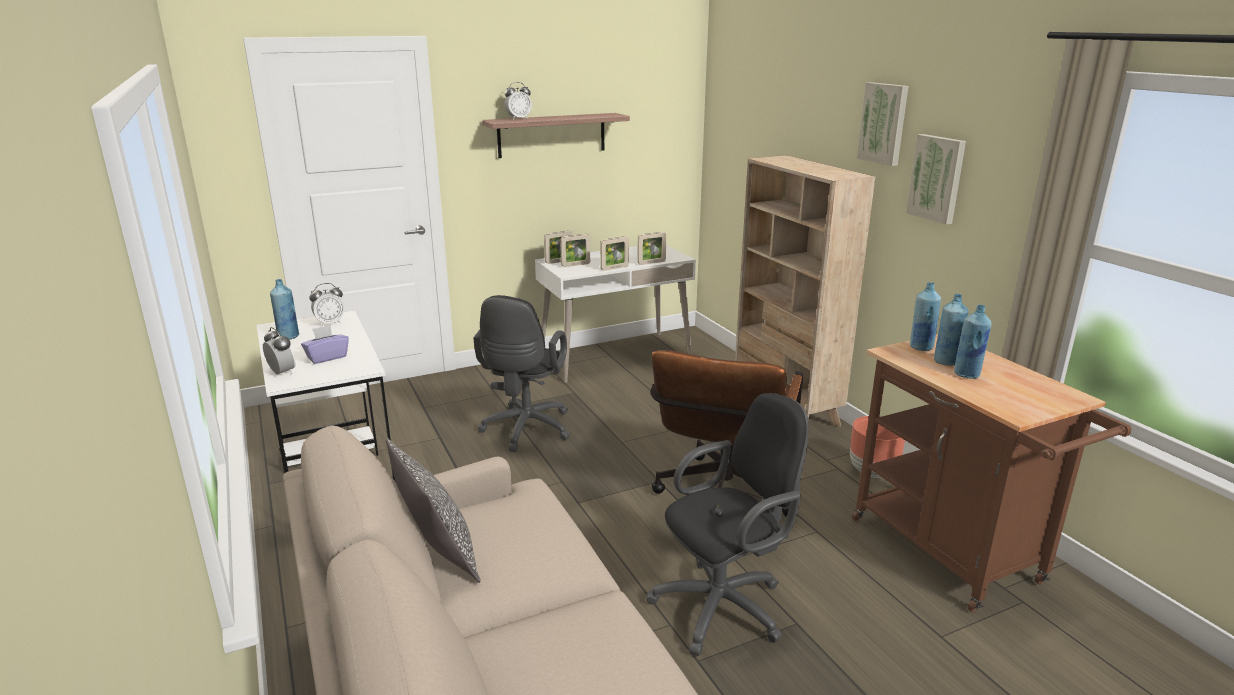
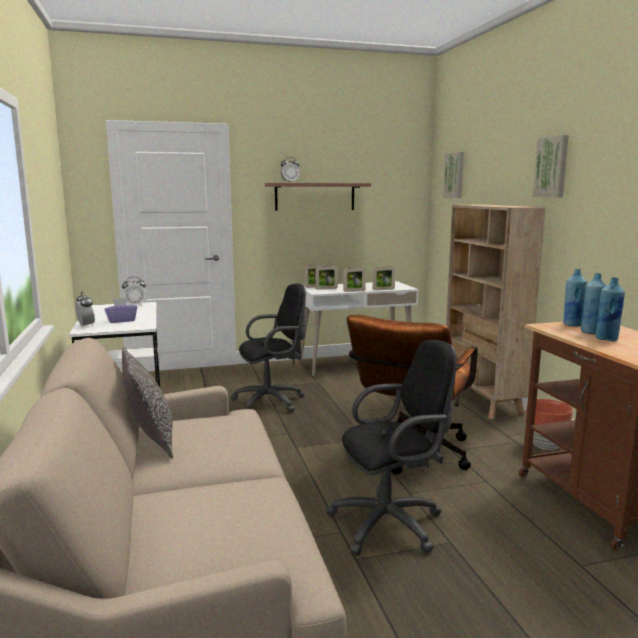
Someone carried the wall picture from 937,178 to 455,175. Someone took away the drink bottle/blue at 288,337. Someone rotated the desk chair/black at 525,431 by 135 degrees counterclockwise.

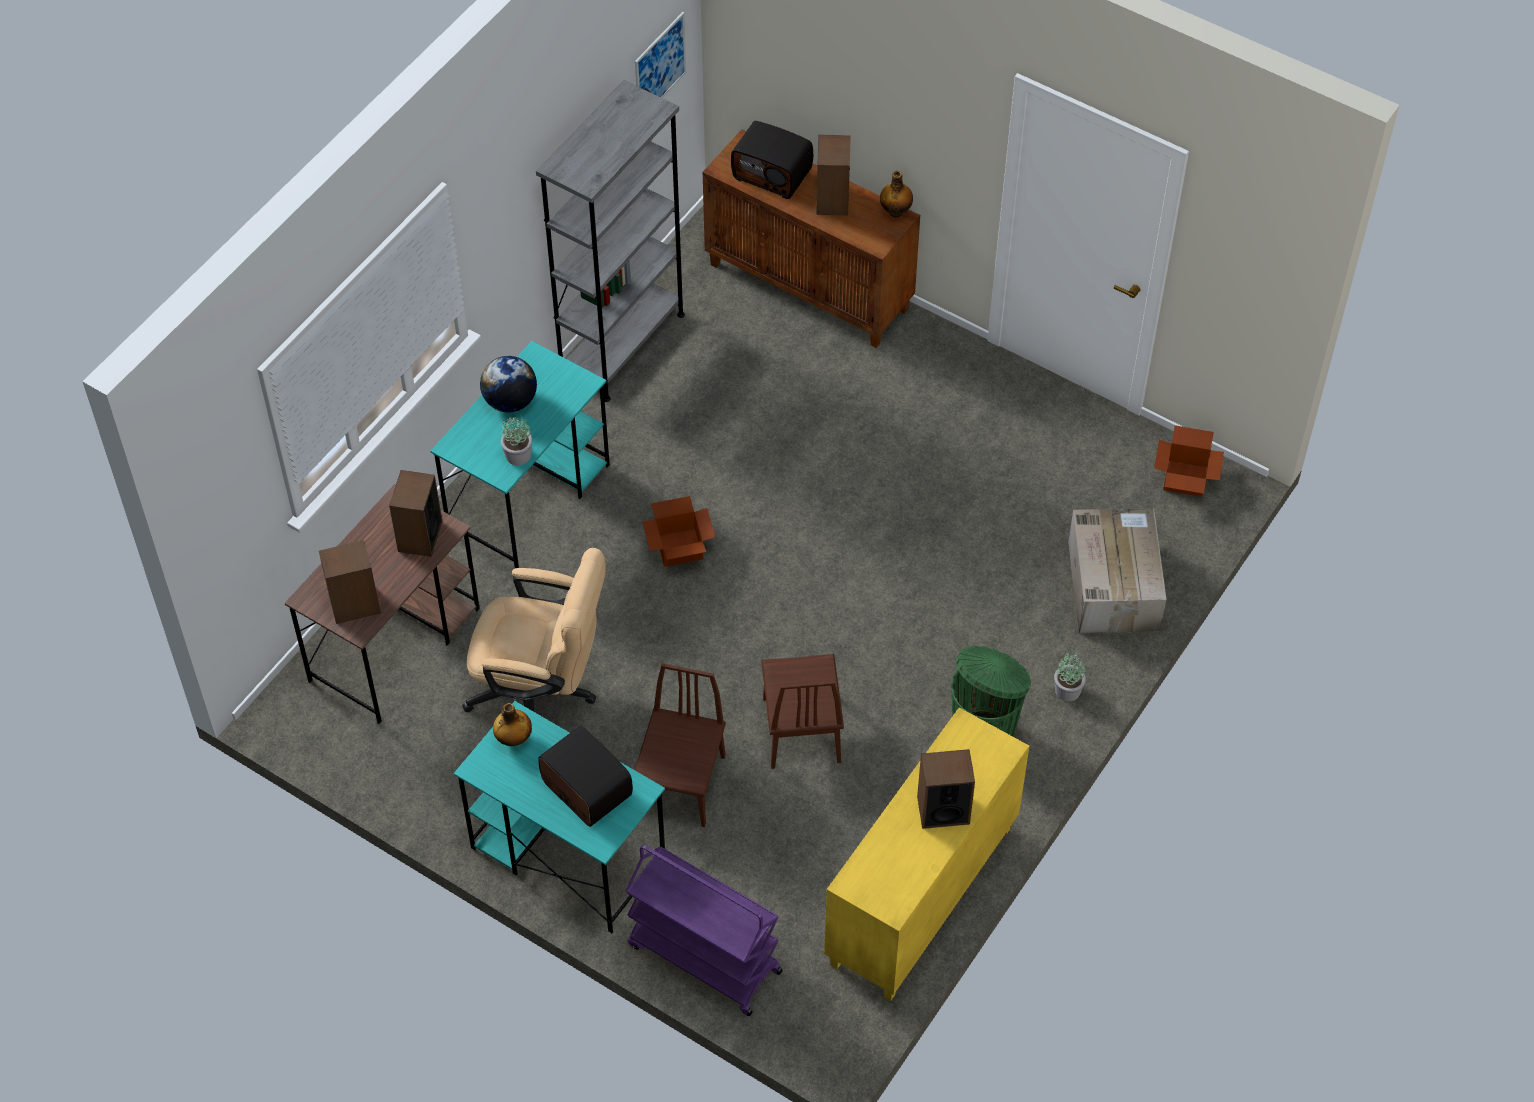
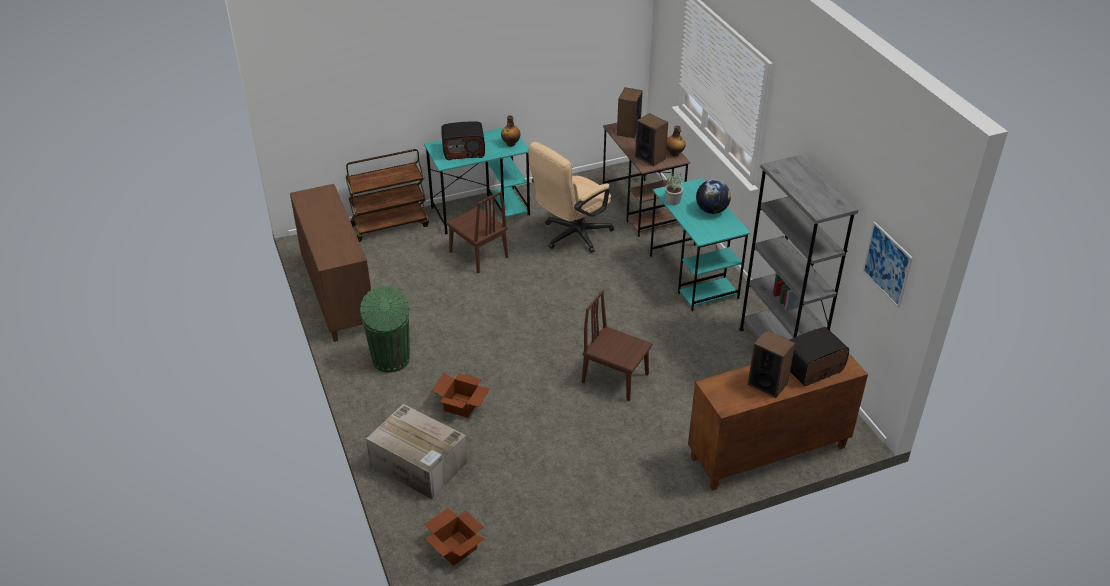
Someone carried the drink bottle from 896,211 to 674,154. Someone carried the cardboard box from 680,546 to 462,406. Someone took away the potted plant at 1067,690. Someone carried the plain chair/brown from 801,729 to 615,378. Someone repainted the cabinet/yellow-coloured at 922,898, which became the cabinet/brown at 337,297. Someone took away the speaker at 943,810. Someone repainted the trolley/purple at 703,958, which became the trolley/brown at 390,225.

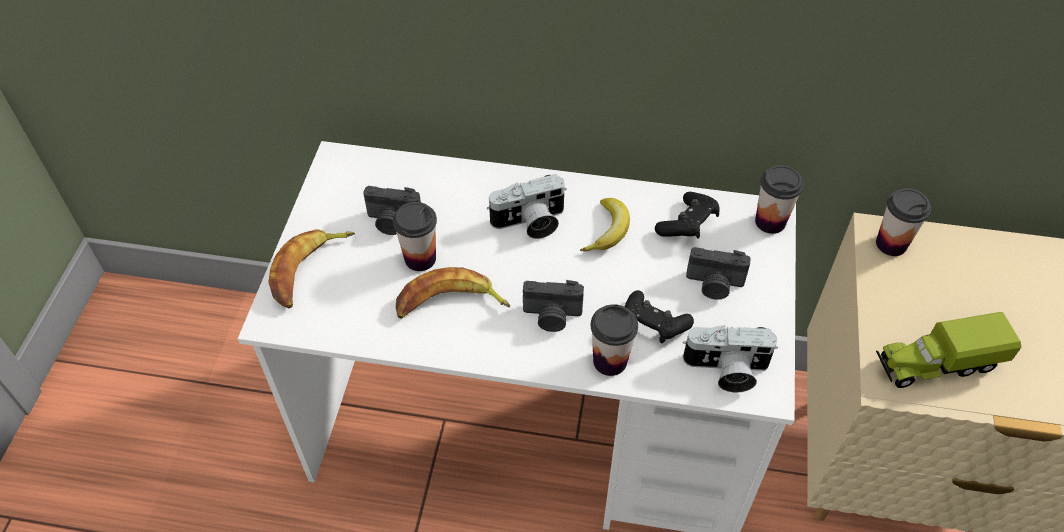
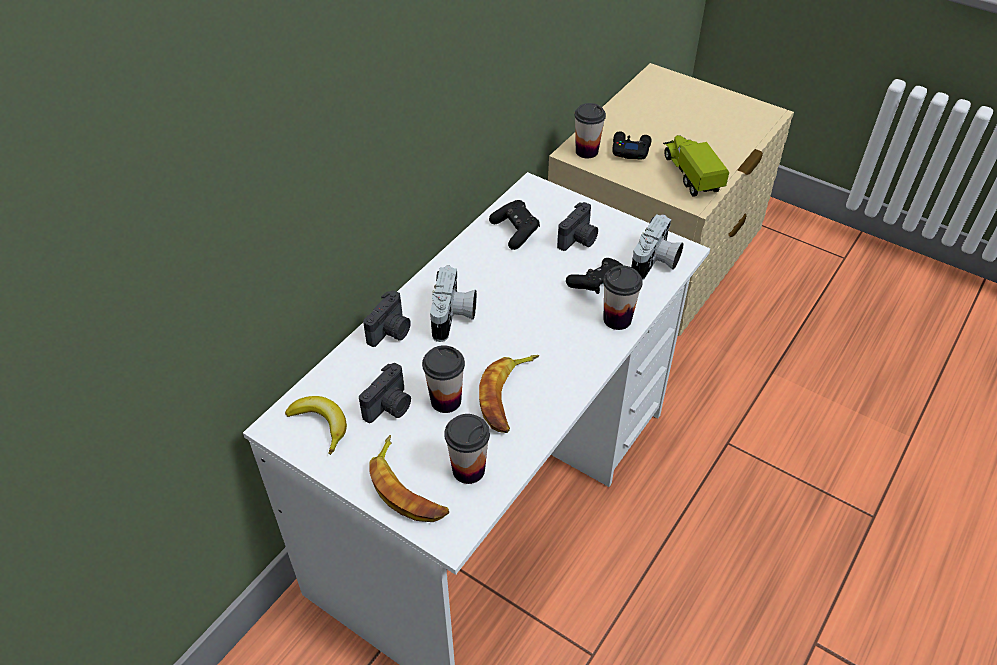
Someone carried the cup from 770,222 to 468,470. Someone carried the whole banana from 608,230 to 321,424. Someone carried the still camera from 552,316 to 391,332. Someone rotated the toy lorry at 936,364 by 150 degrees clockwise. Someone put down the joypad/black at 630,150.

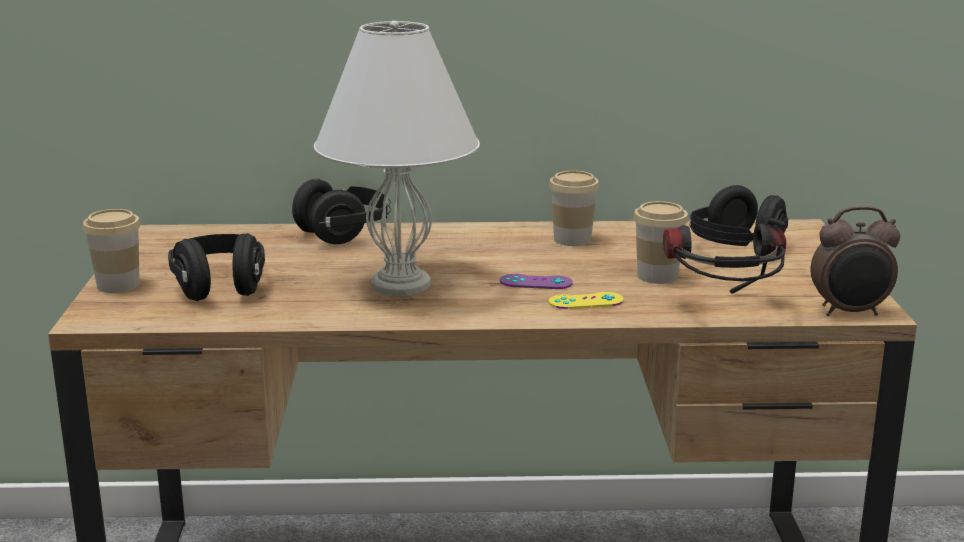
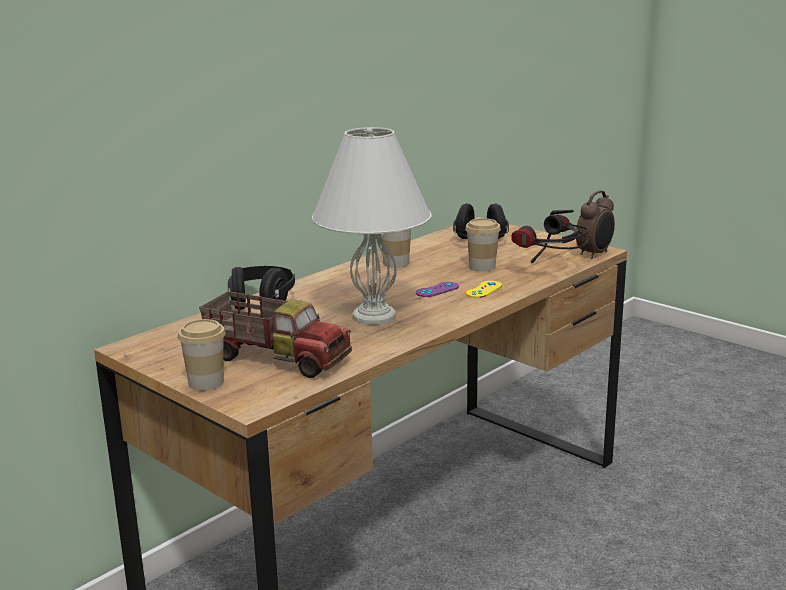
Someone swapped the headset/black at 219,288 for the toy lorry at 277,358.

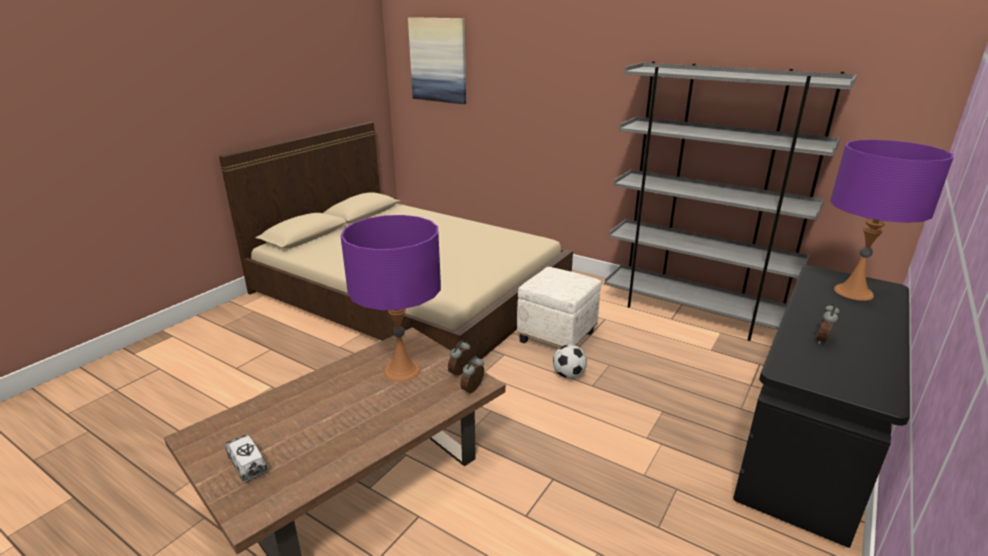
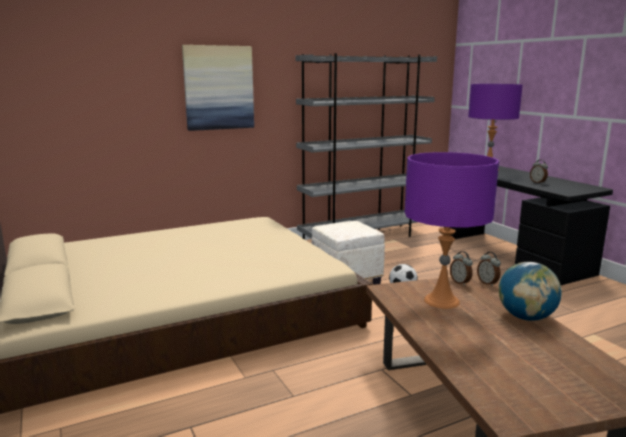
Someone carried the wall picture from 438,60 to 219,88. Someone took away the toy lorry at 247,463. Someone put down the world globe at 526,317.

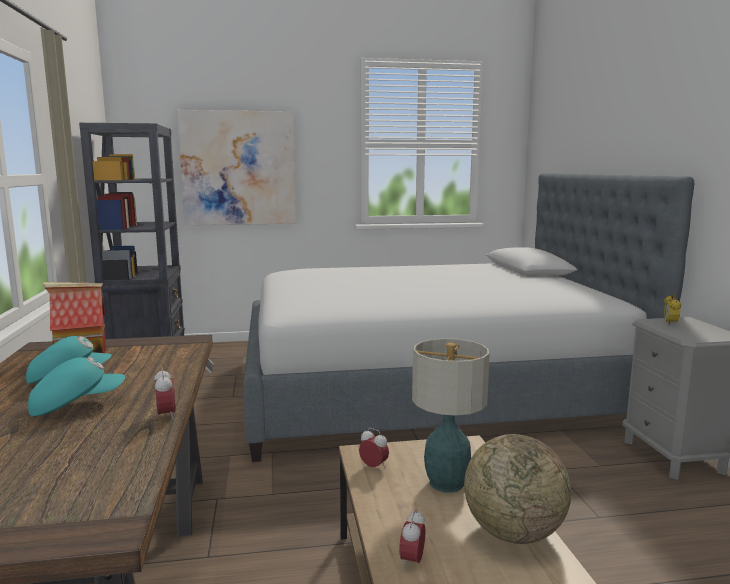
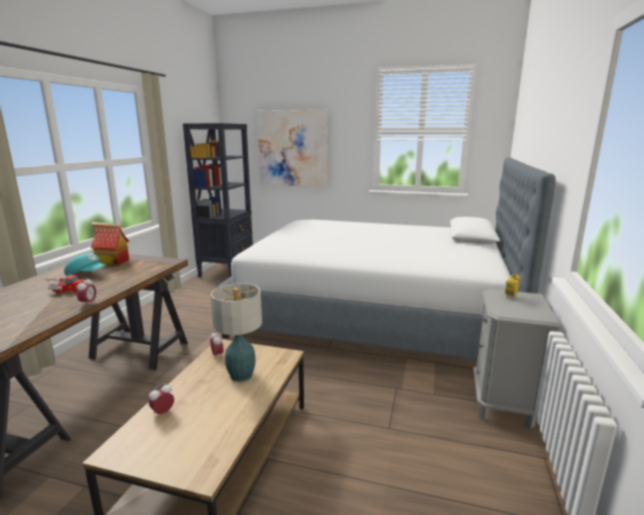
Someone swapped the peaked cap/turquoise at 76,405 for the toy lorry at 66,290. Someone took away the world globe at 513,533.

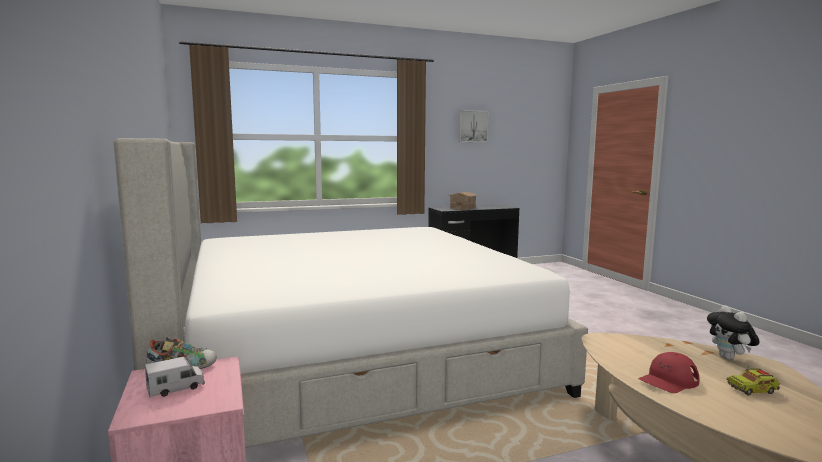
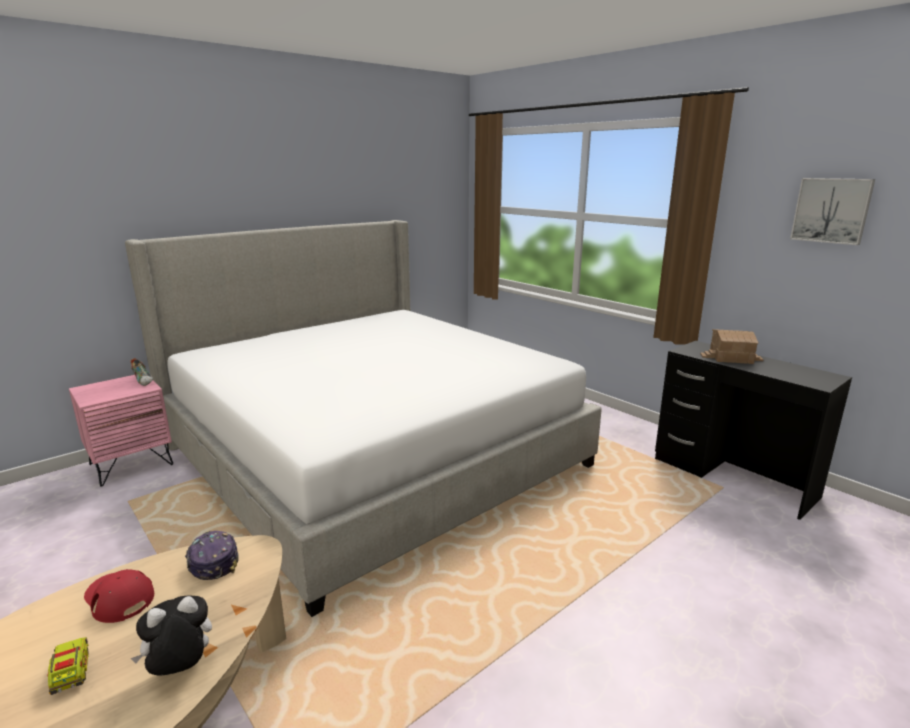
Someone took away the toy lorry at 176,388. Someone put down the peaked cap at 213,562.

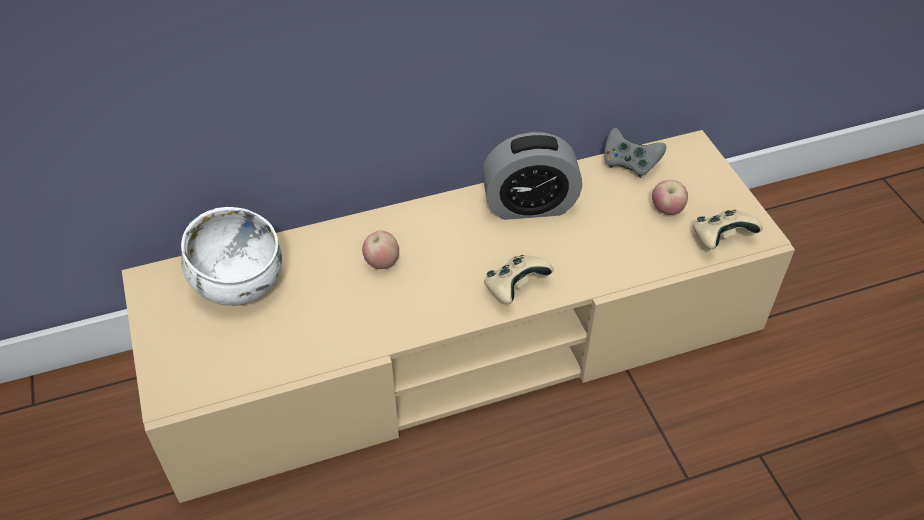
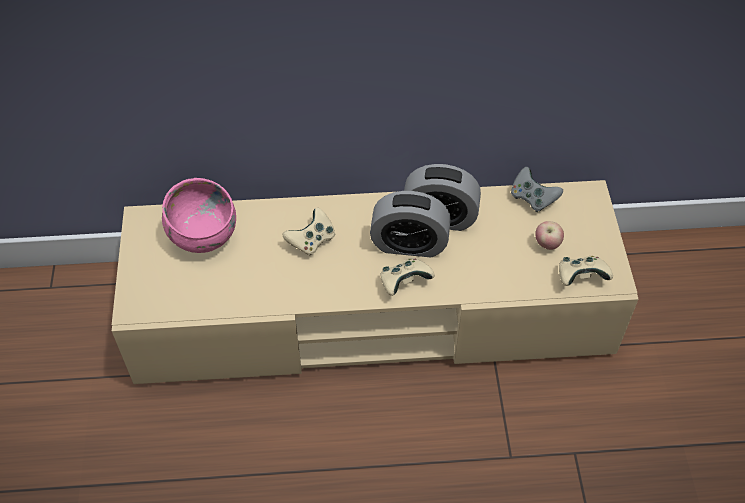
Someone repainted the serving bowl/white at 238,284, which became the serving bowl/pink-coloured at 203,235. Someone swapped the apple fruit at 382,262 for the joypad/beige-coloured at 311,241. Someone put down the alarm clock at 409,244.

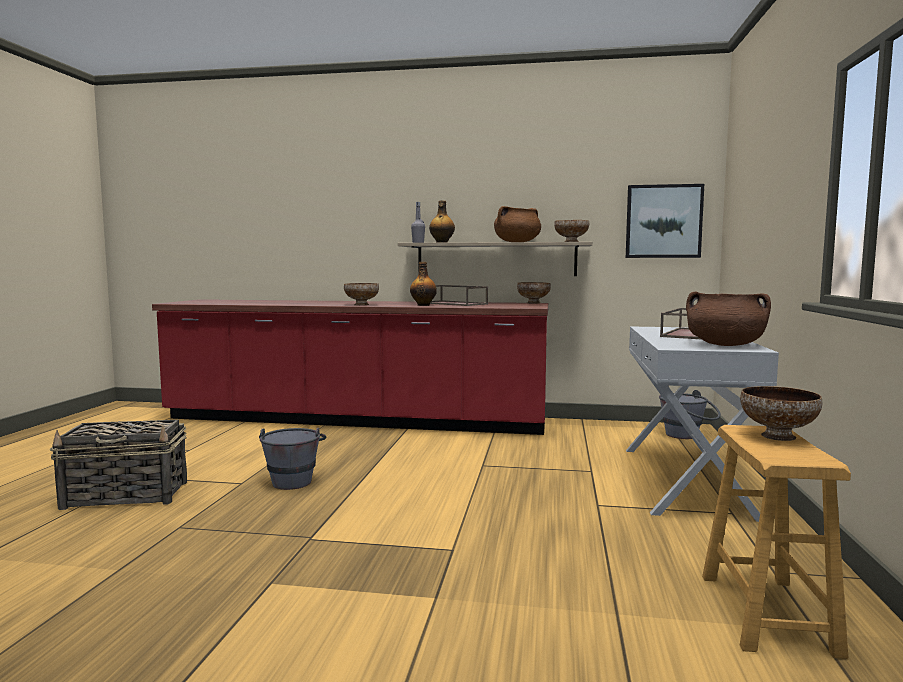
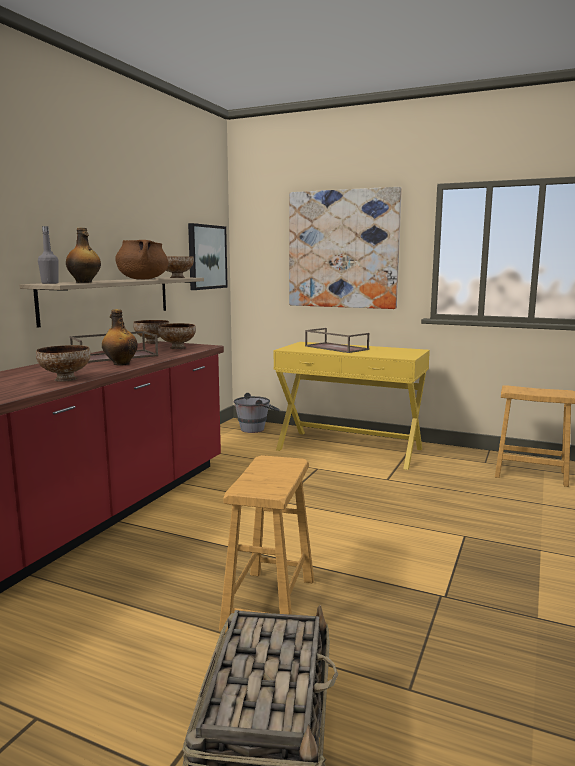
Someone took away the saucepot/brown at 725,345. Someone repainted the console table/white at 685,480, which became the console table/yellow-coloured at 349,449. Someone carried the serving bowl from 778,436 to 177,348. Someone swapped the pail/grey at 293,479 for the stool/brown at 269,604. Someone put up the wall picture at 343,249.

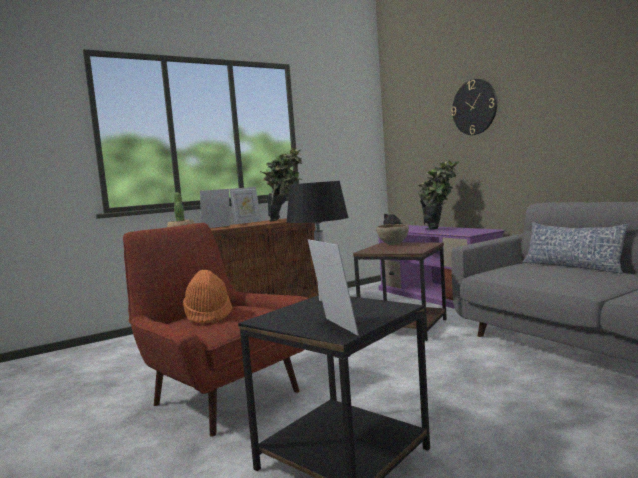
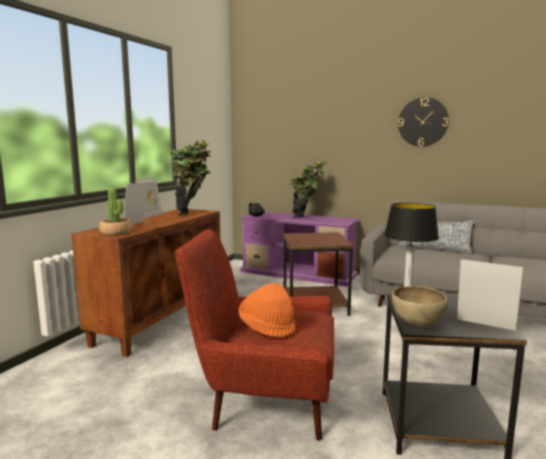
Someone carried the clock on the wall from 474,107 to 423,122. Someone carried the serving bowl/brown from 393,245 to 417,325.

